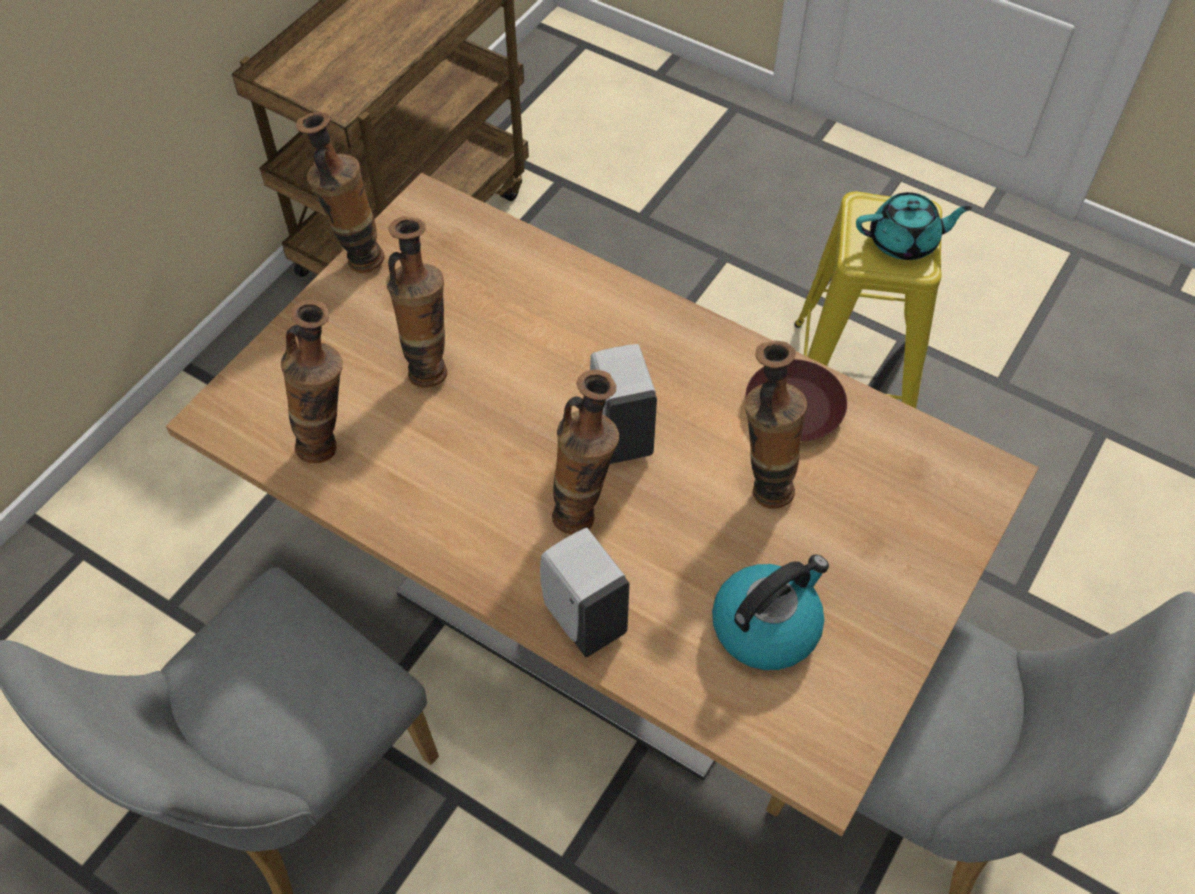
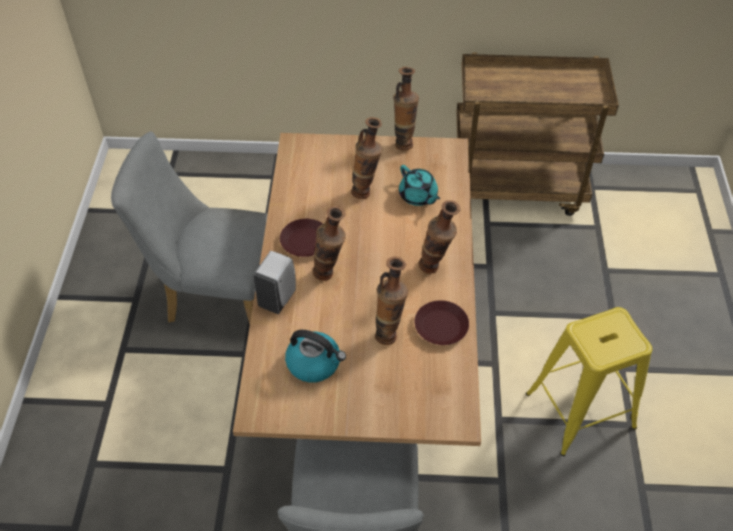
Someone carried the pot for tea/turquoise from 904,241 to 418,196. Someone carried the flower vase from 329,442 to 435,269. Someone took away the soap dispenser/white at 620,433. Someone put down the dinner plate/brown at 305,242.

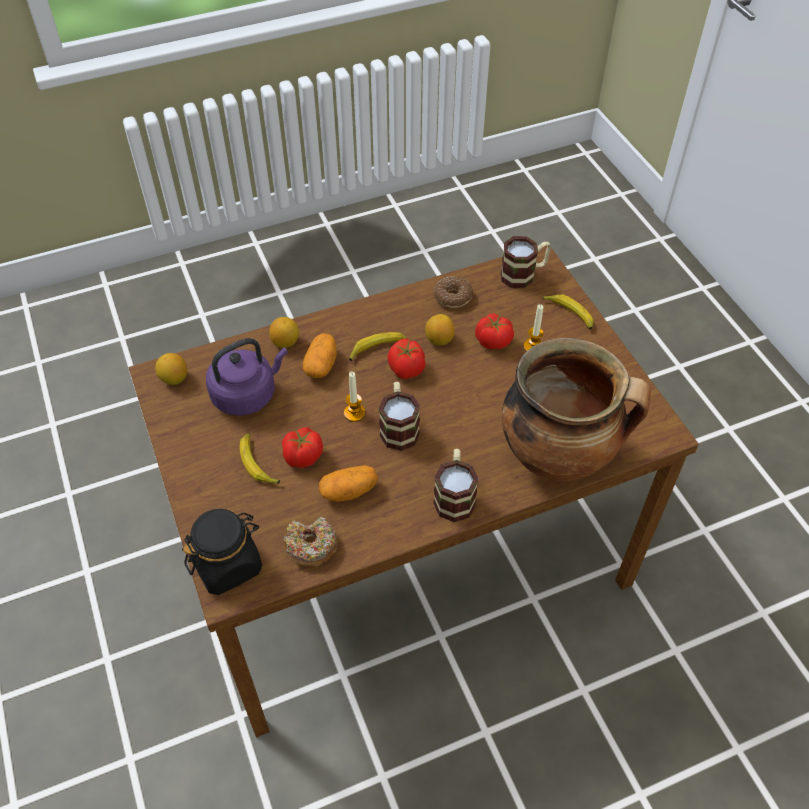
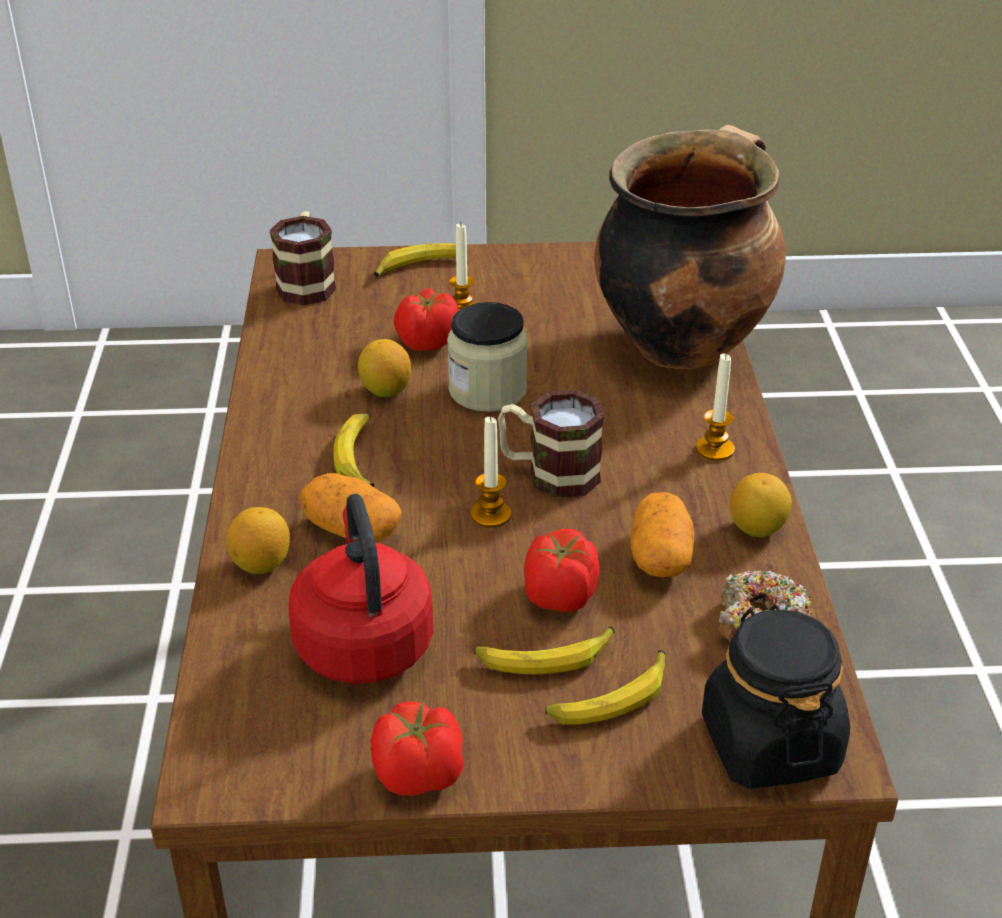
Someone took away the ring doughnut at 453,297. Someone repainted the water kettle/purple at 247,394, which became the water kettle/red-coloured at 363,641. Someone carried the fresh tomato from 406,370 to 420,775. Someone carried the whole lemon from 174,379 to 757,529. Someone swapped the mug at 454,495 for the wax candle at 715,449. Someone put down the preserve jar at 487,391. Someone put down the whole banana at 610,699.

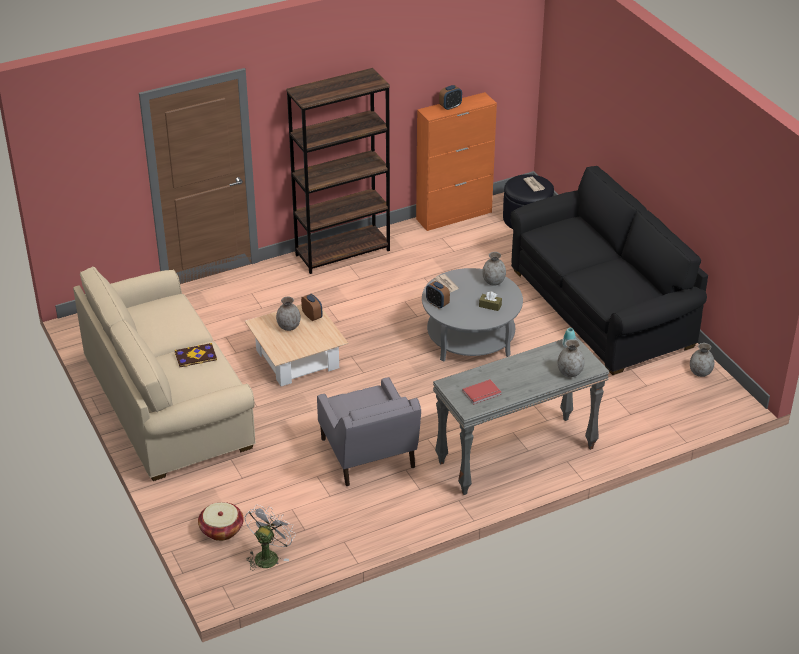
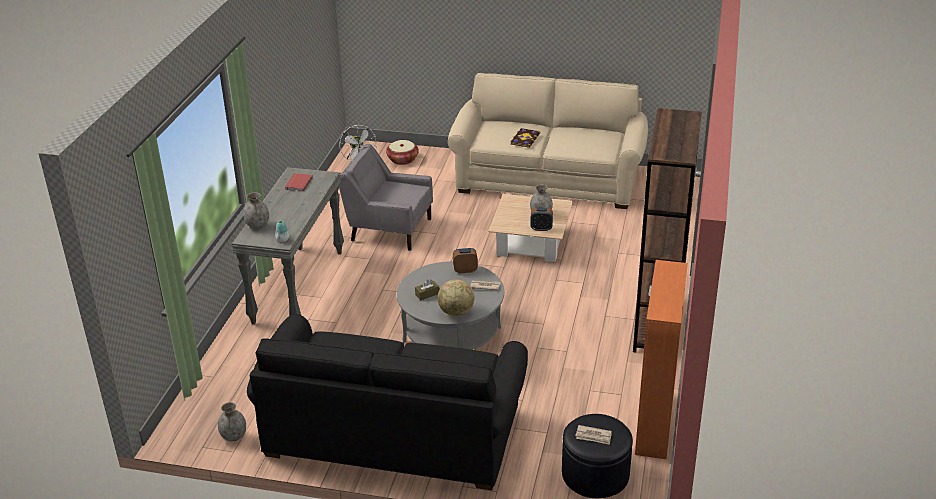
Someone took away the alarm clock at 450,107. Someone swapped the flower vase/grey at 493,281 for the world globe at 456,312.

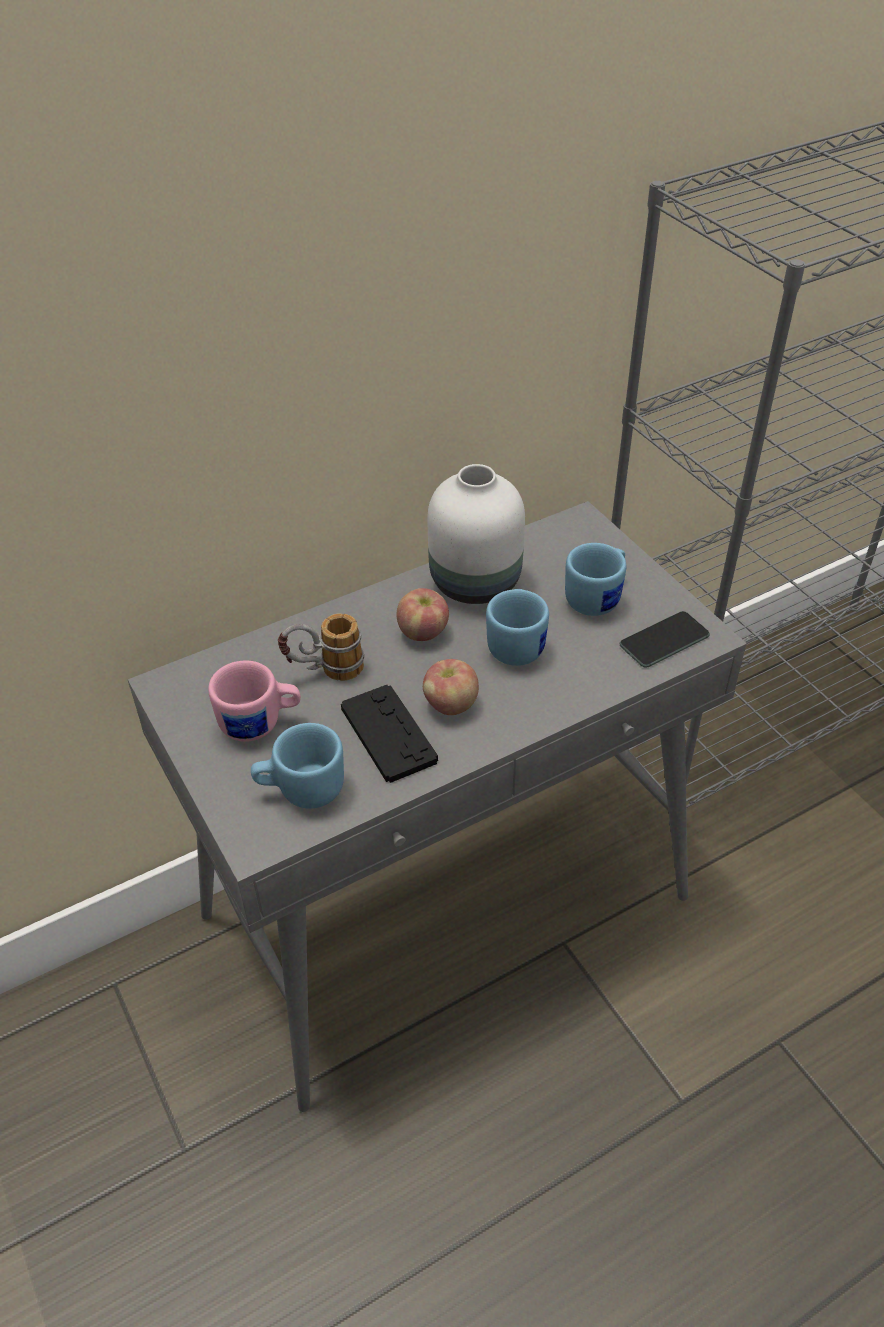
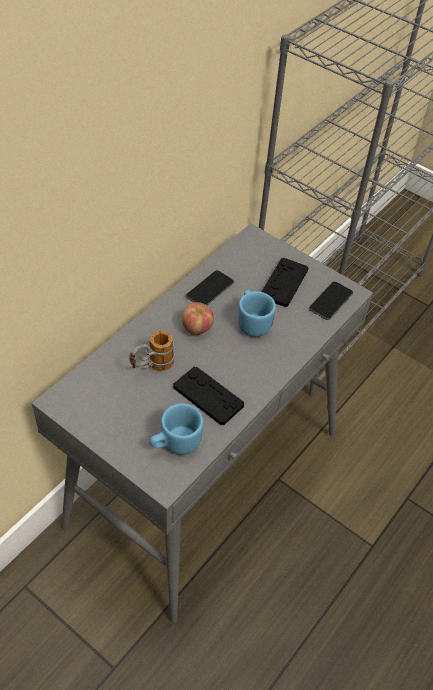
Someone swapped the flower vase/white at 472,582 for the telephone at 210,289. Someone swapped the mug/blue at 598,597 for the joypad/black at 284,283. Someone took away the apple fruit at 450,704. Someone took away the mug/pink-coloured at 260,723.

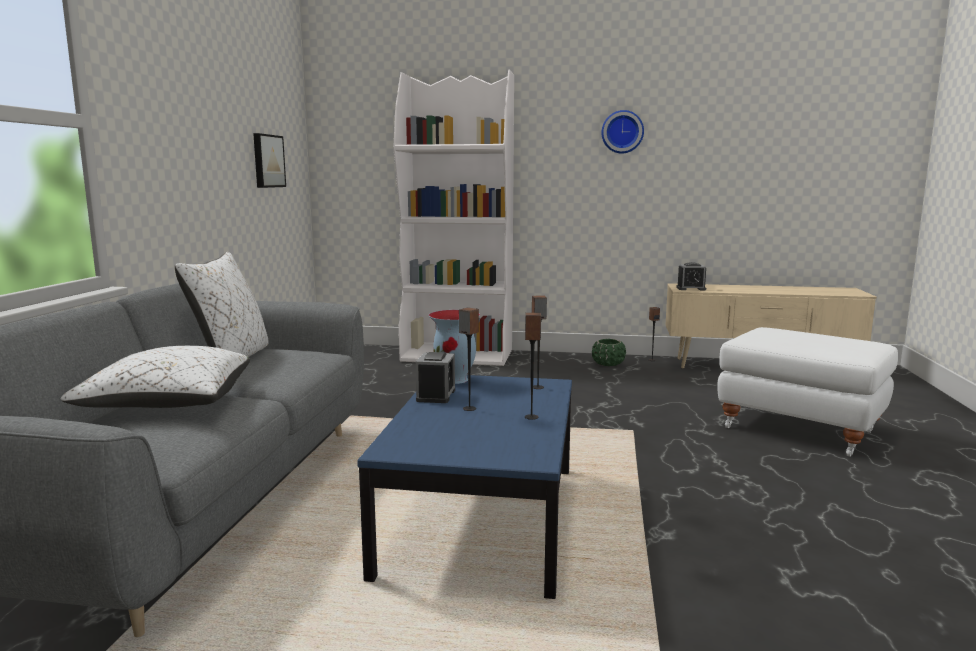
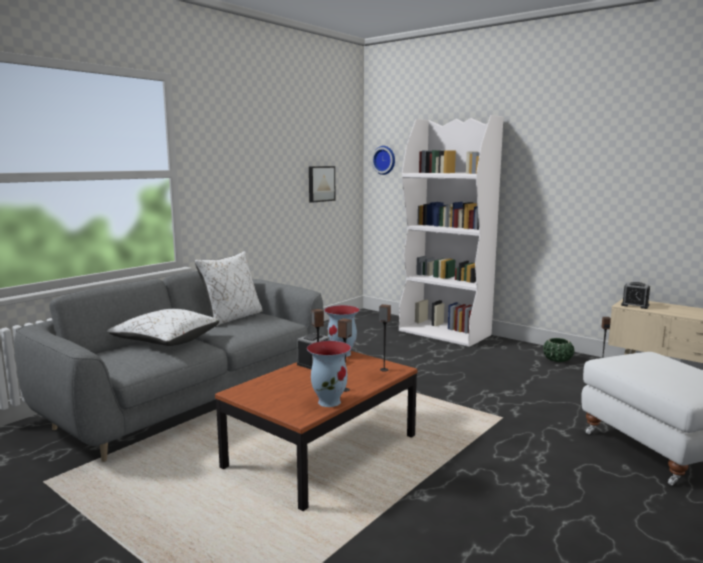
Someone carried the clock on the wall from 622,132 to 384,160. Someone repainted the coffee table/blue at 481,517, which became the coffee table/brown at 322,450. Someone put down the flower vase at 329,401.

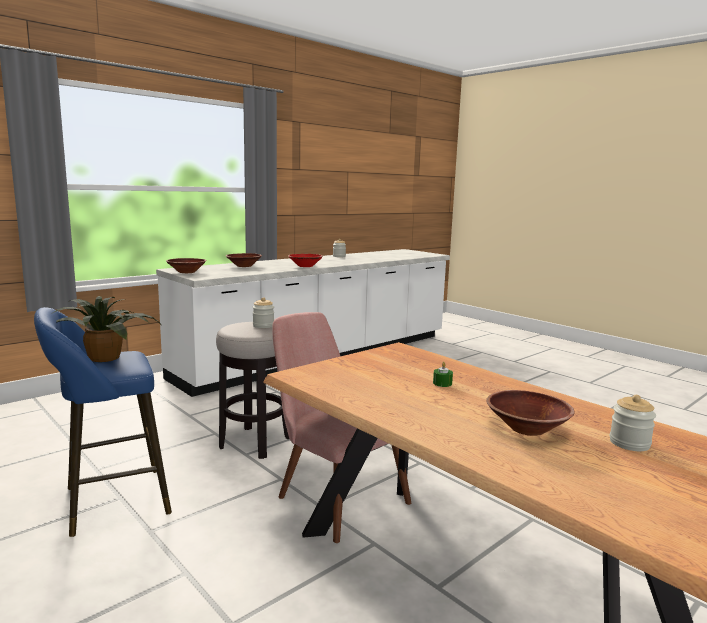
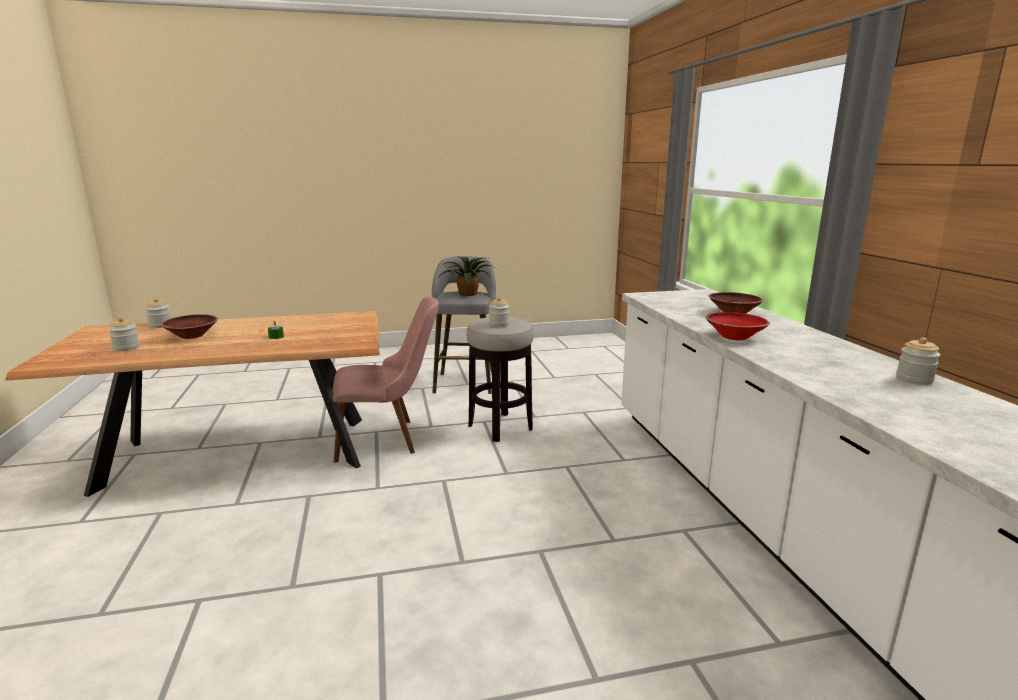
Someone took away the serving bowl/brown at 186,272. Someone repainted the stool/blue at 109,502, which became the stool/grey at 465,382. Someone put down the preserve jar at 160,325.

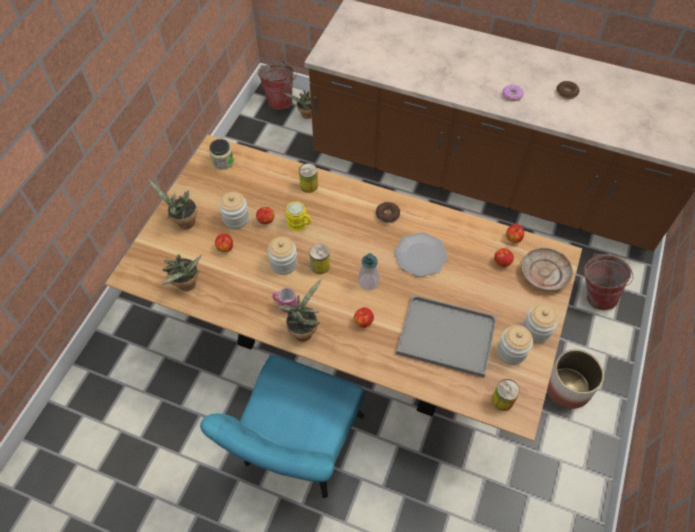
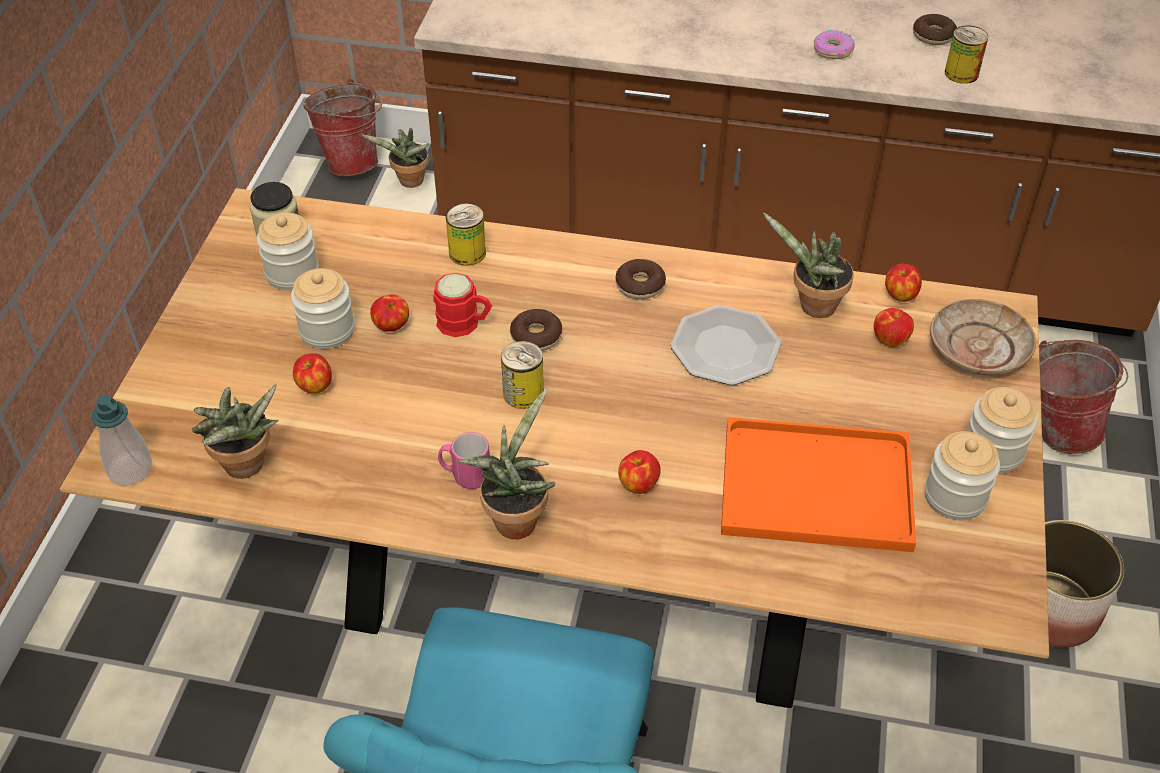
Someone carried the potted plant from 183,222 to 812,307. Someone repainted the mug/yellow-coloured at 300,224, which became the mug/red-coloured at 465,324. Someone carried the preserve jar from 283,263 to 292,273. Someone carried the soap dispenser from 368,282 to 130,470. Someone repainted the carrying tray/grey at 444,336, which became the carrying tray/orangey at 812,488. Someone carried the can from 502,400 to 961,73. Someone put down the ring doughnut at 536,336.

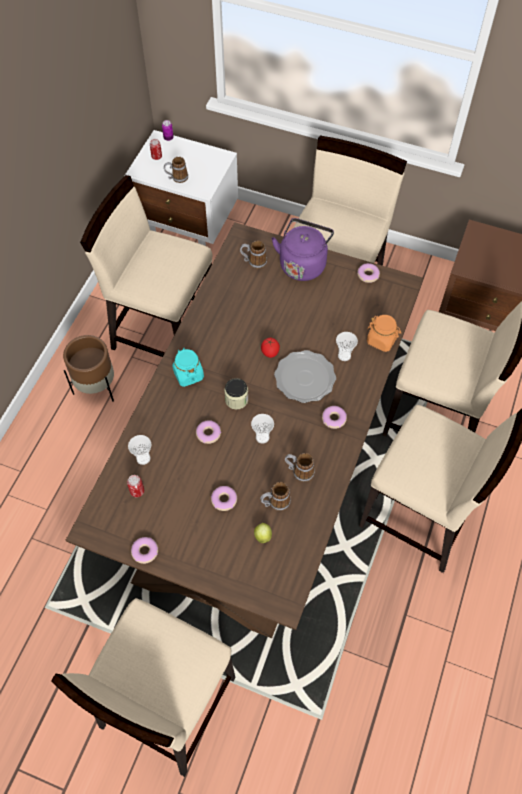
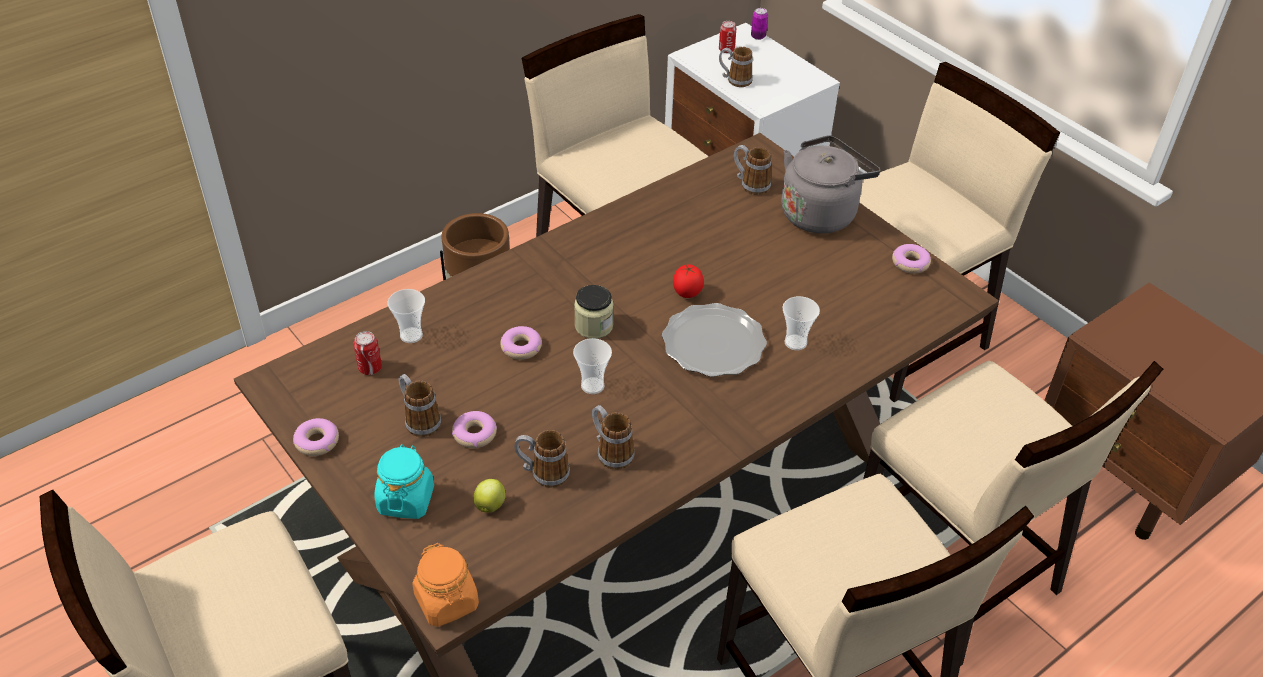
Someone repainted the water kettle/purple at 303,263, which became the water kettle/grey at 820,213. Someone carried the preserve jar/orangey from 382,340 to 447,601. Someone carried the preserve jar/turquoise from 188,374 to 406,499. Someone took away the ring doughnut at 333,419. Someone put down the mug at 419,420.

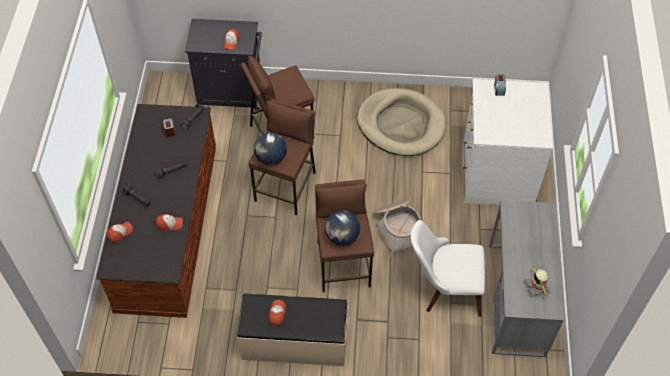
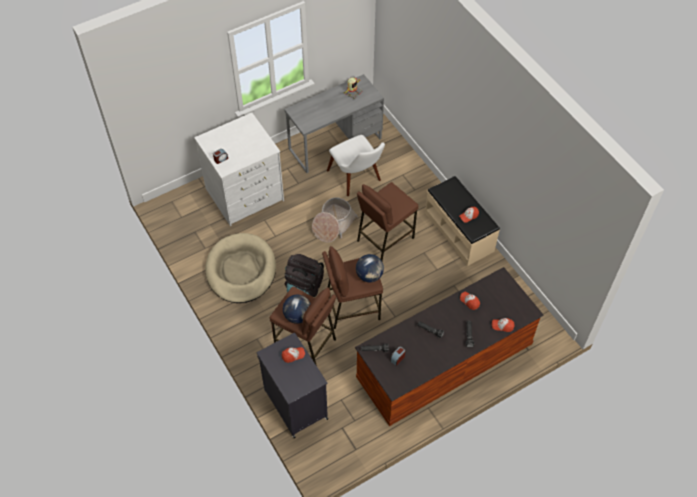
Someone carried the world globe from 342,237 to 298,316. Someone put down the backpack/black at 304,287.

